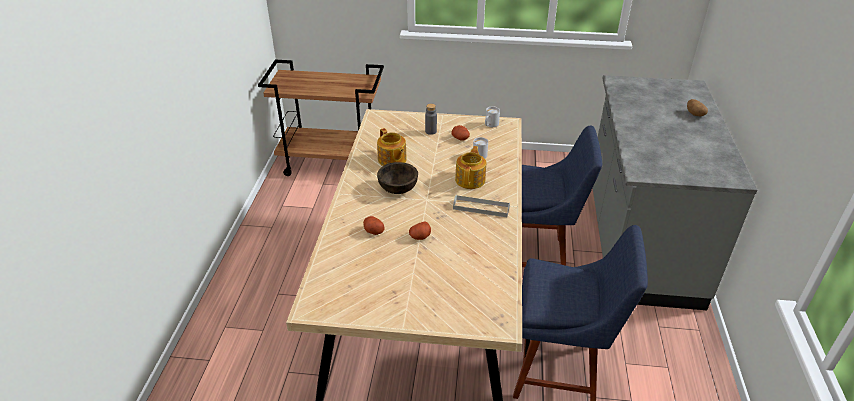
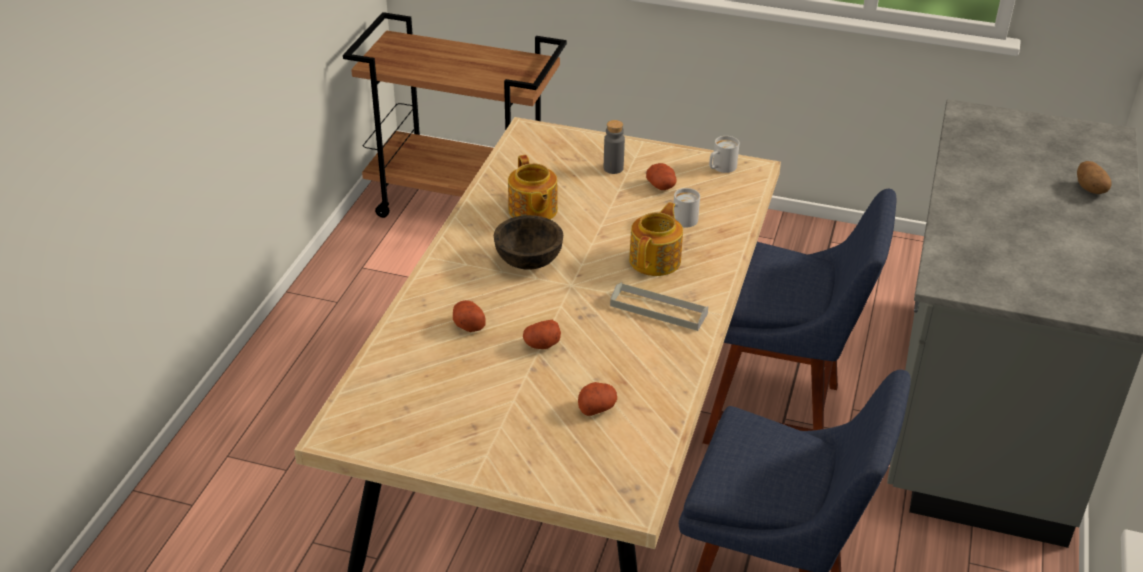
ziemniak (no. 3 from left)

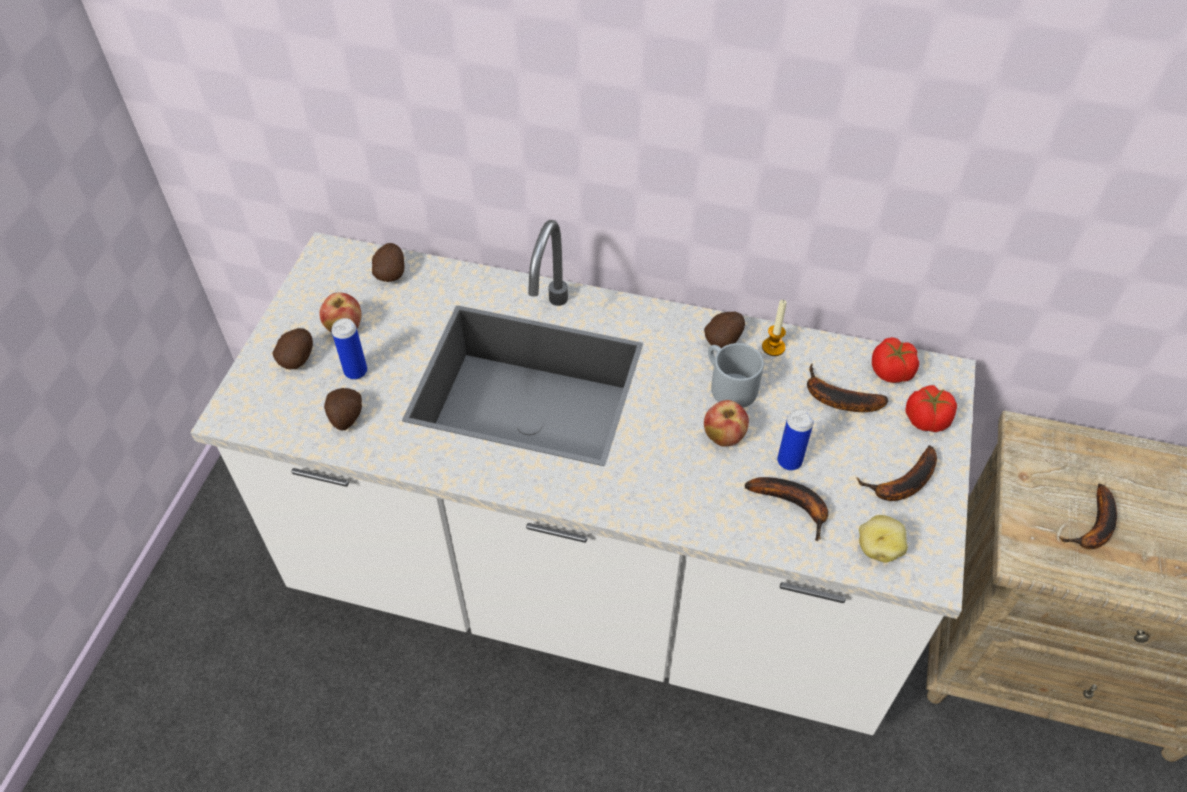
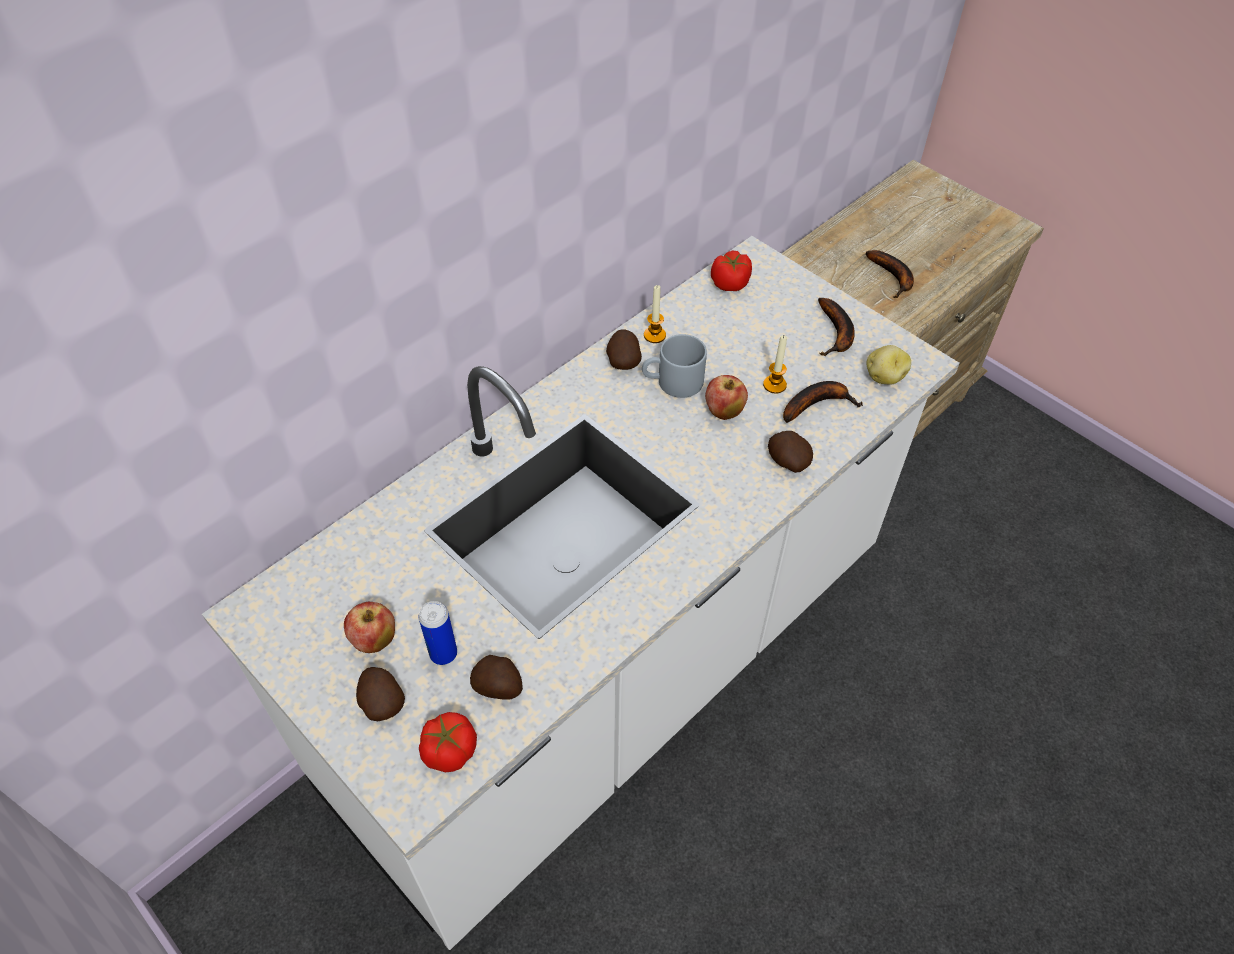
pomidor (no. 1 from left)
świeca (no. 2 from left)
ziemniak (no. 4 from left)
banan (no. 2 from left in the first image)

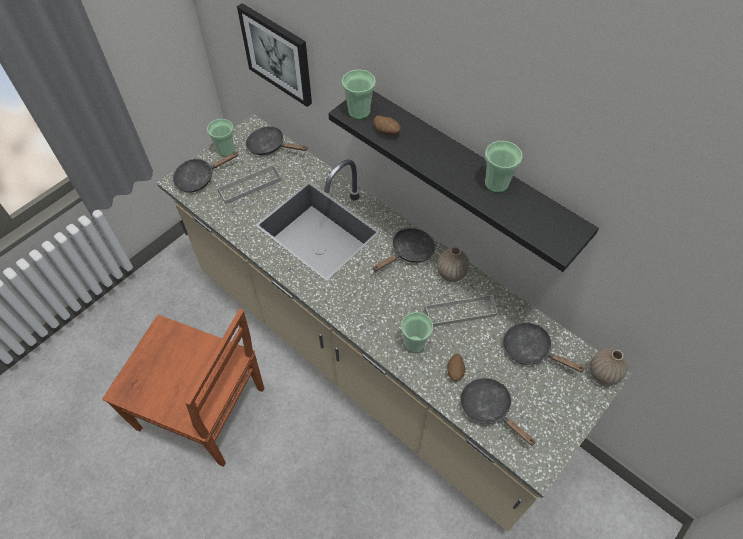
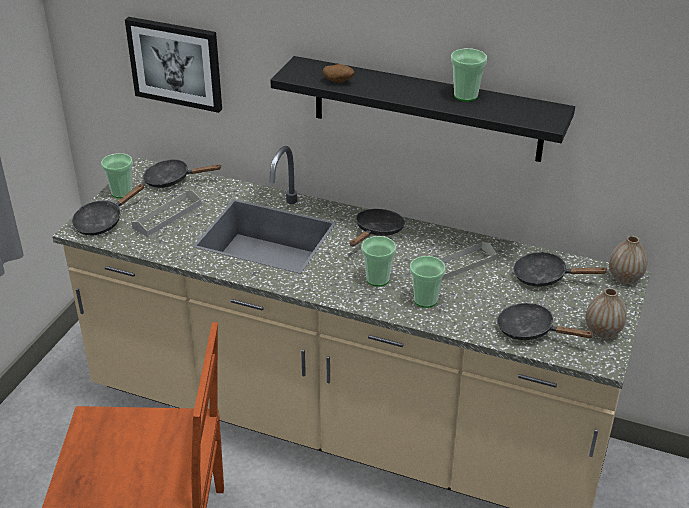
filiżanka (no. 2 from left)
wazon (no. 1 from left)
ziemniak (no. 2 from left in the first image)

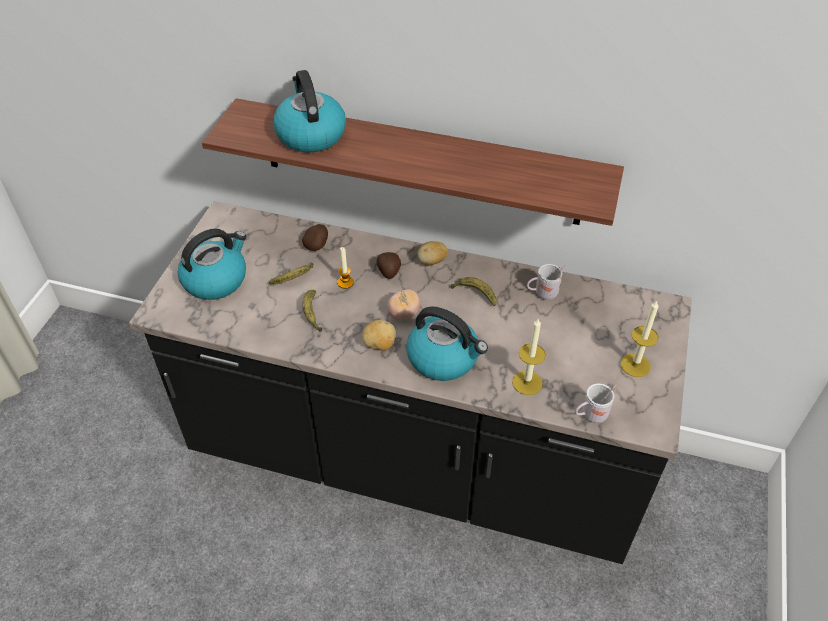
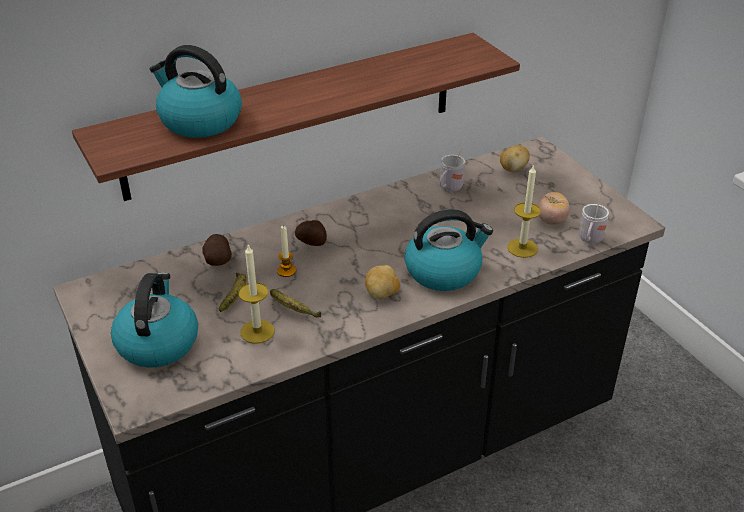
świeca (no. 1 from left)
ziemniak (no. 4 from left)
pomidor
banan (no. 3 from left in the first image)

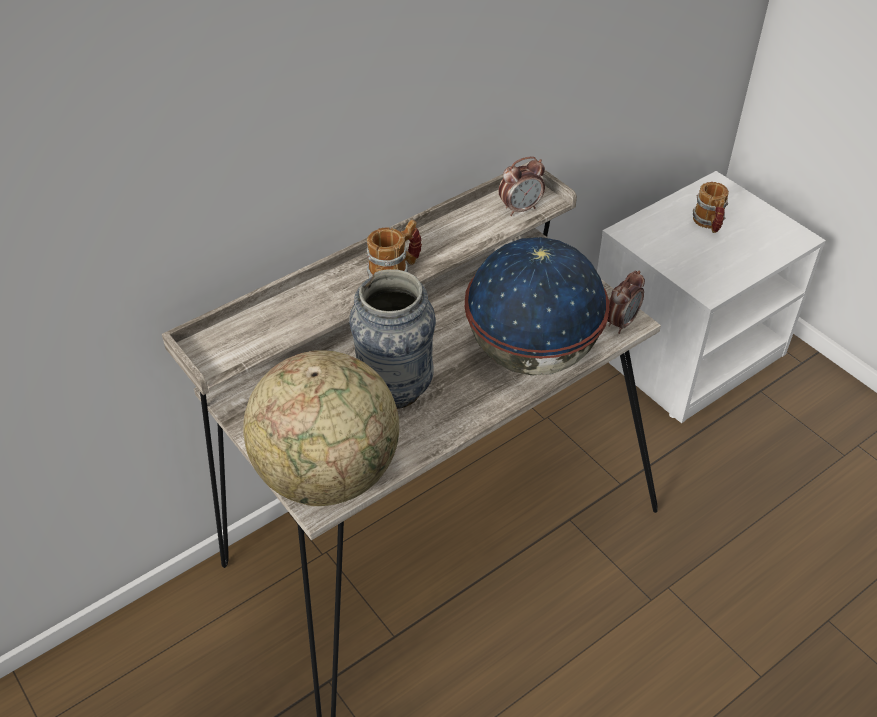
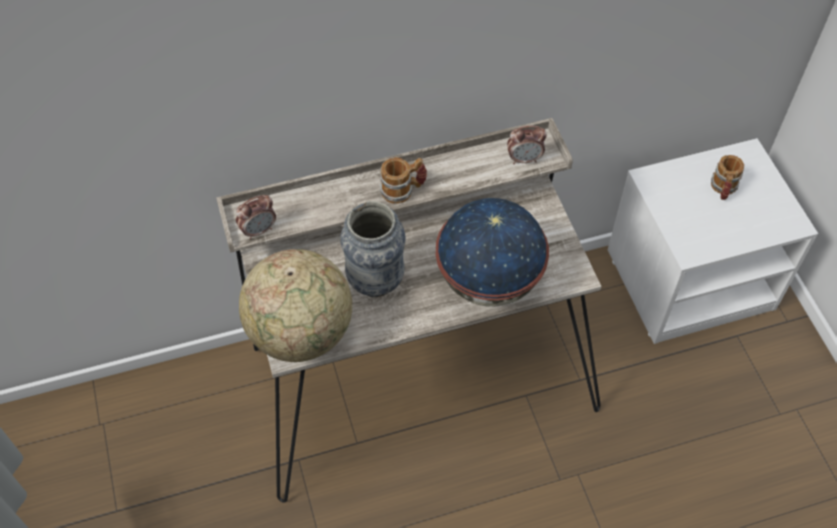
budzik (no. 1 from left)

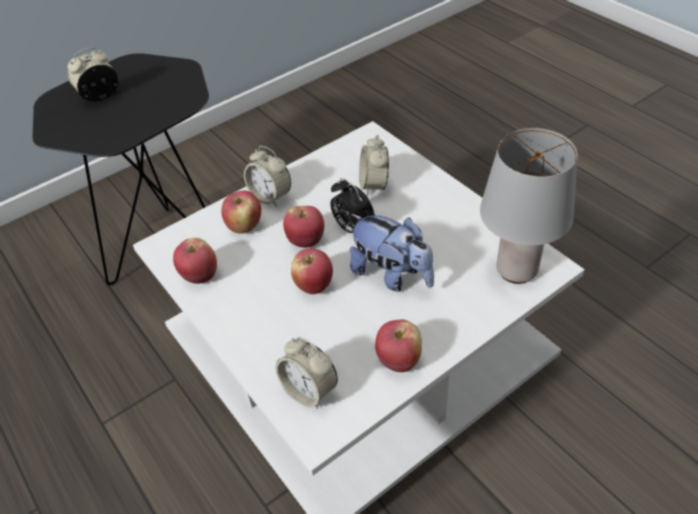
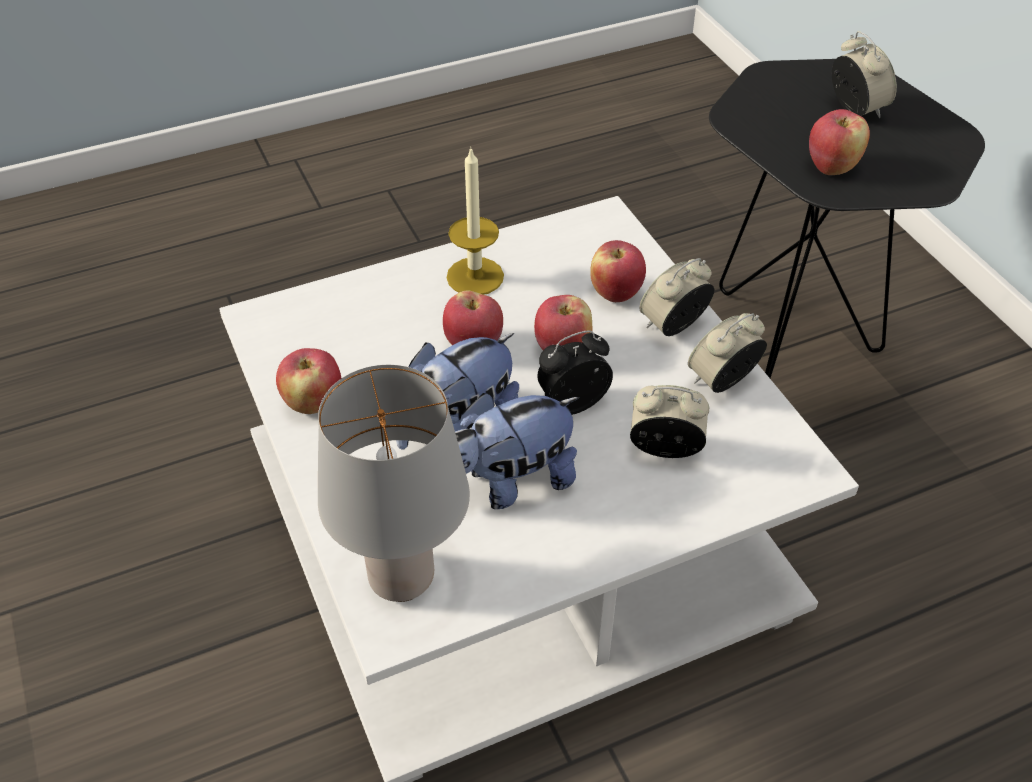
świeca
pluszak (no. 2 from left)
budzik (no. 4 from left)
jabłko (no. 5 from left)

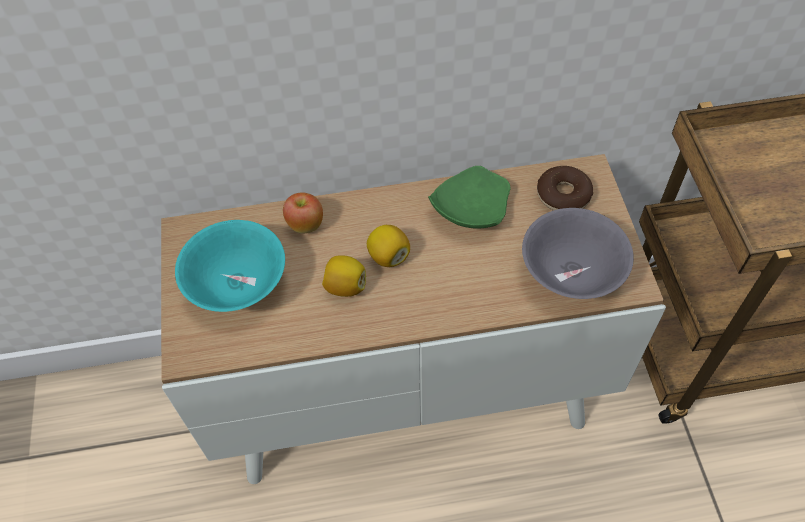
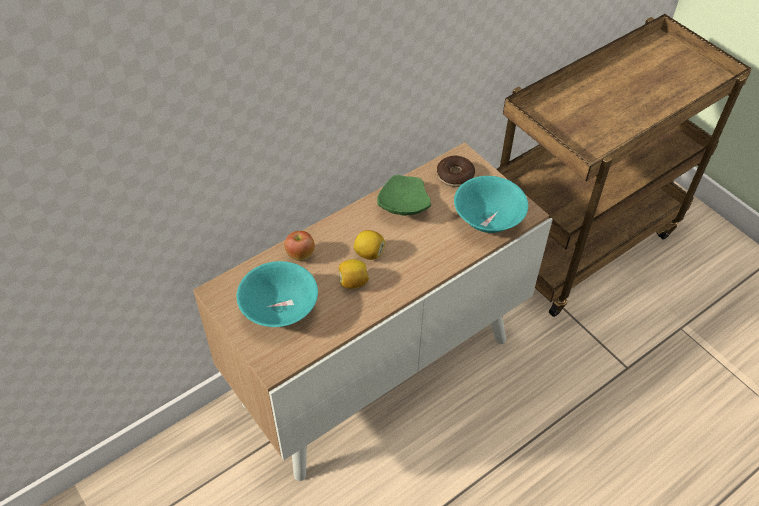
miska/turkusowy (no. 2 from left)

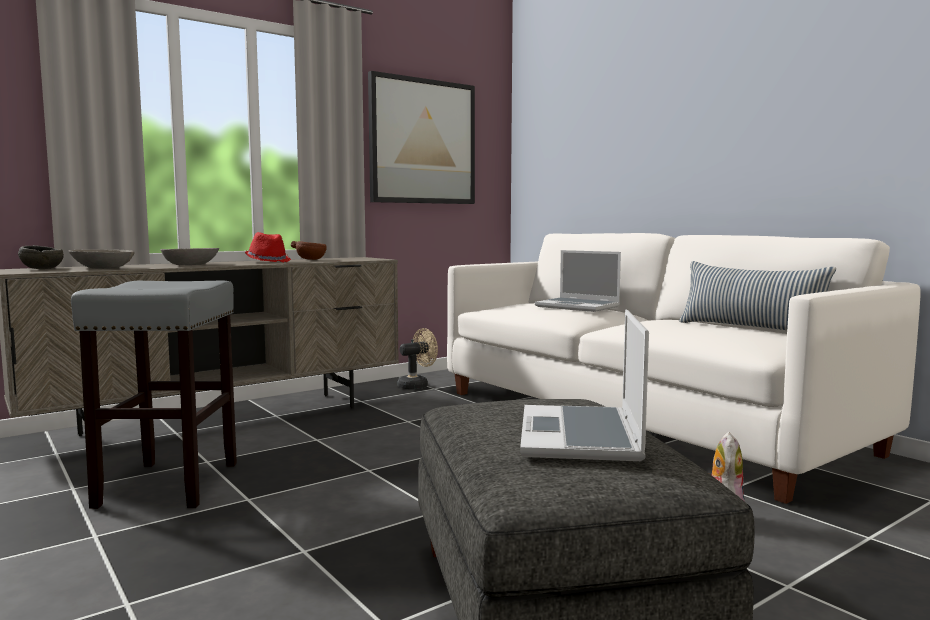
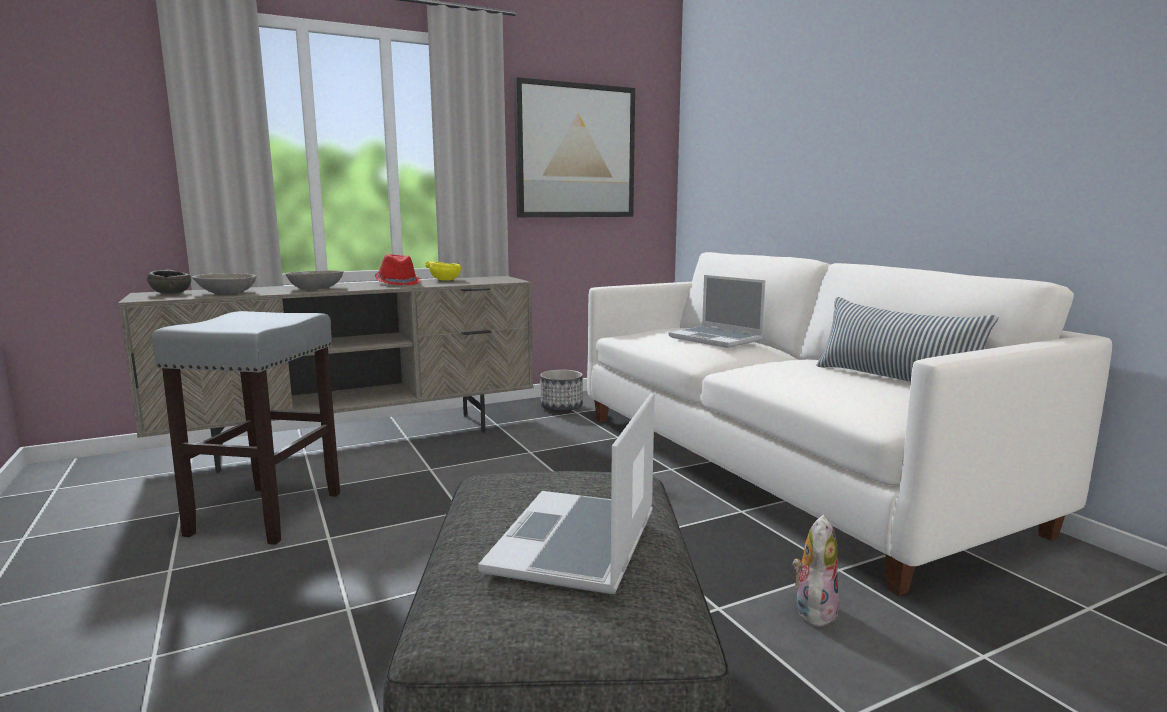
miska/żółty
donica

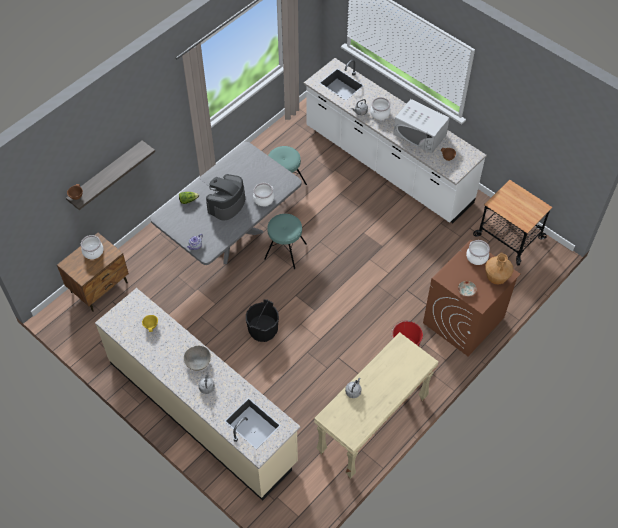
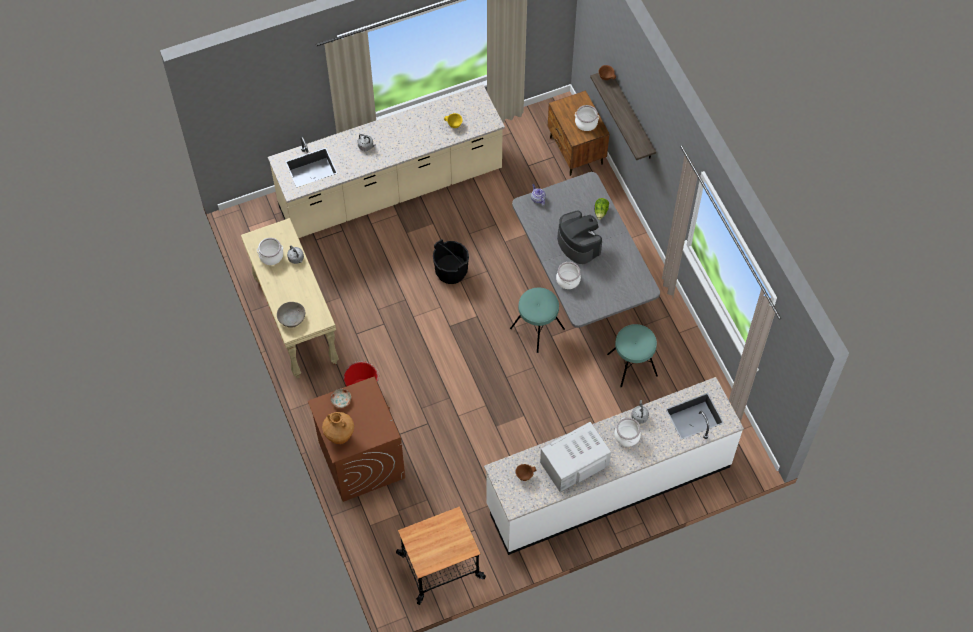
garnek (no. 1 from left)
miska/szary

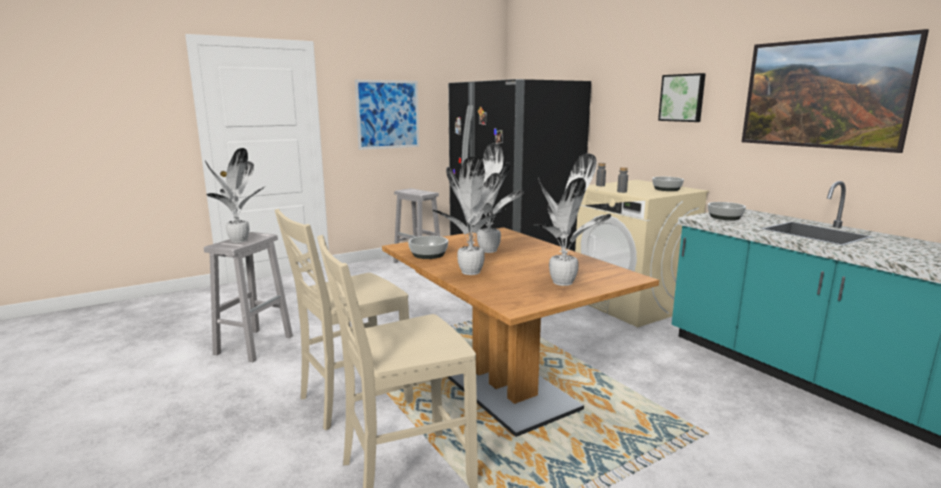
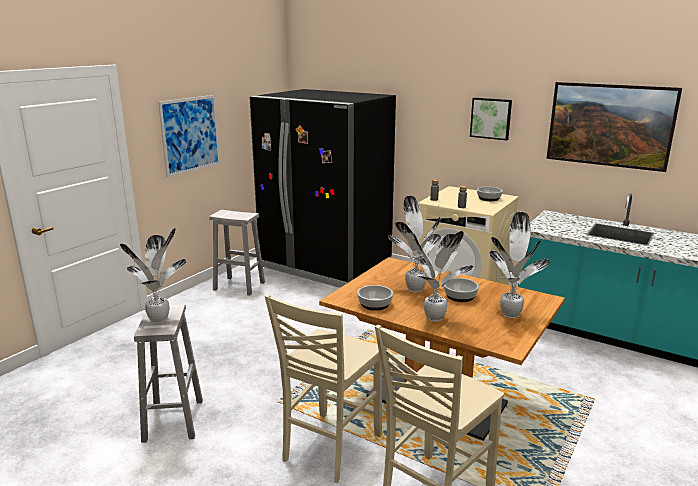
miska (no. 2 from left)

